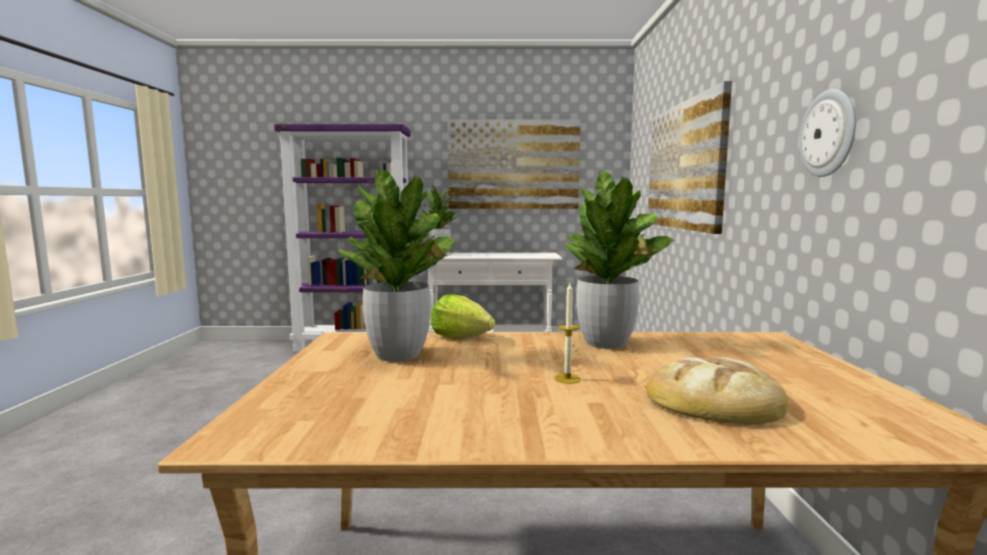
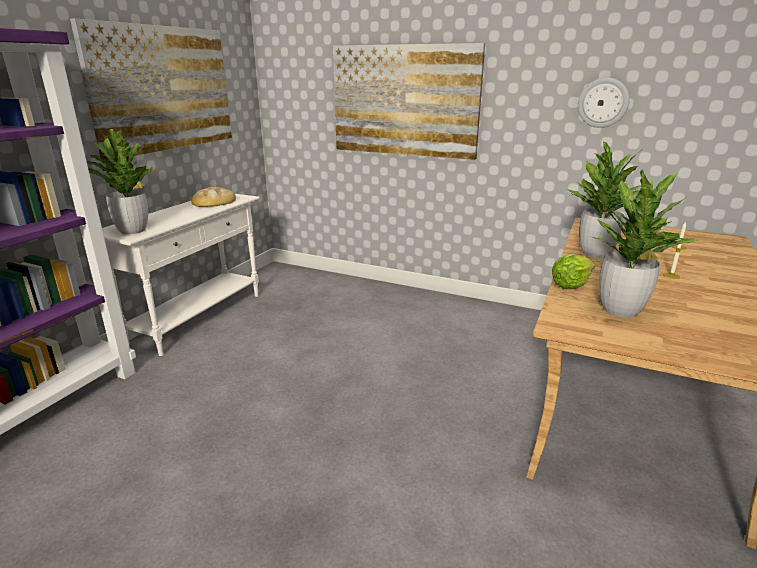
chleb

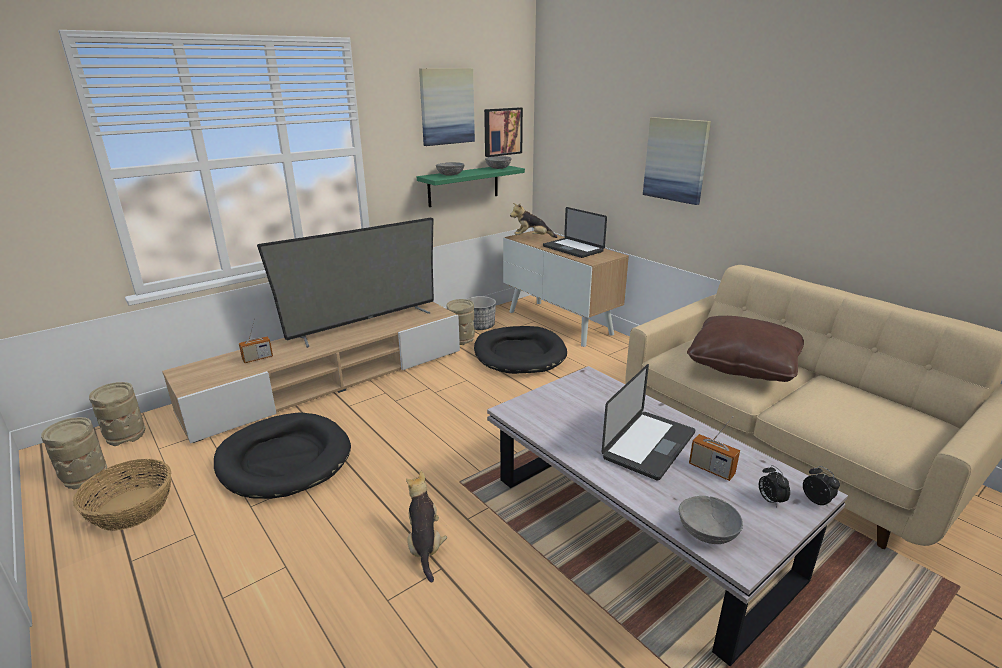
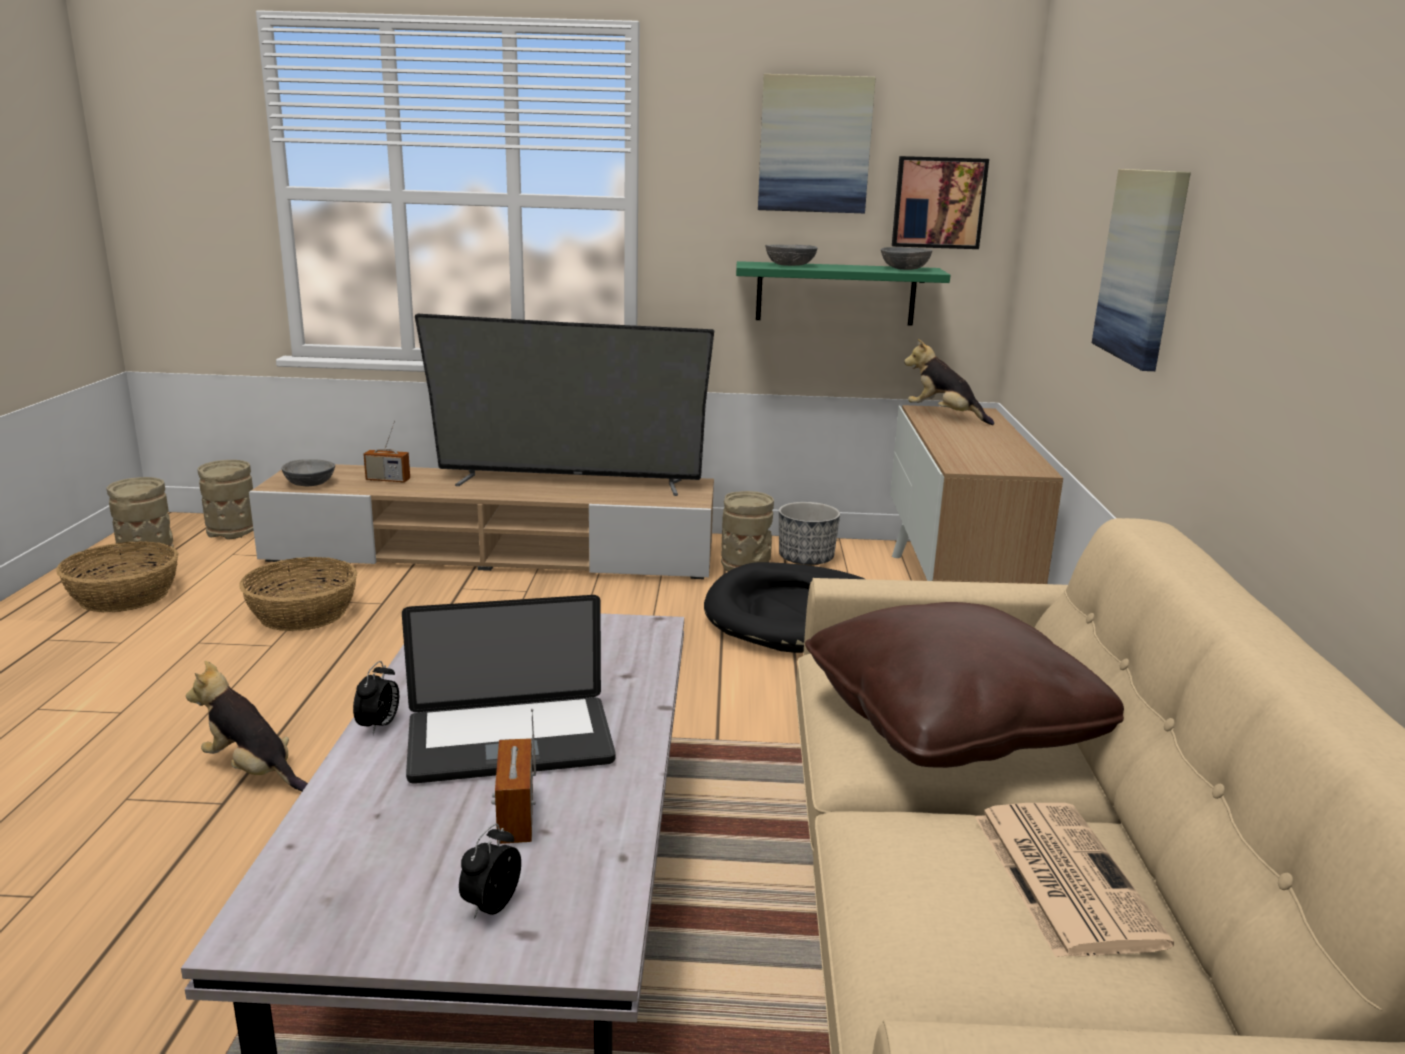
pluszak (no. 1 from left)
koszyk (no. 2 from left)
miska/szary (no. 1 from left)
budzik (no. 1 from left)
gazeta
laptop (no. 1 from left in the first image)

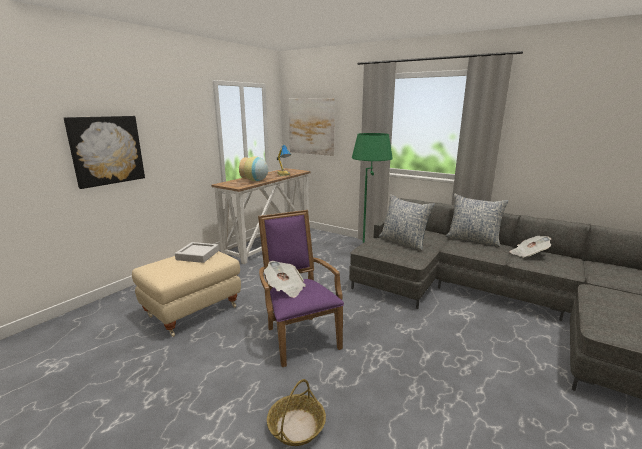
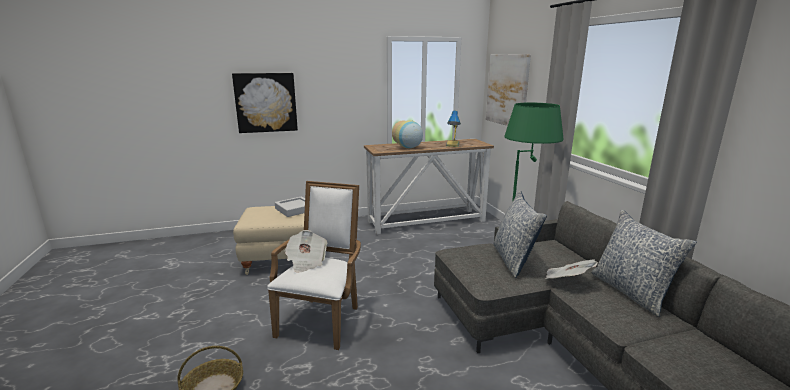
fotel/biały
gazeta (no. 2 from left)

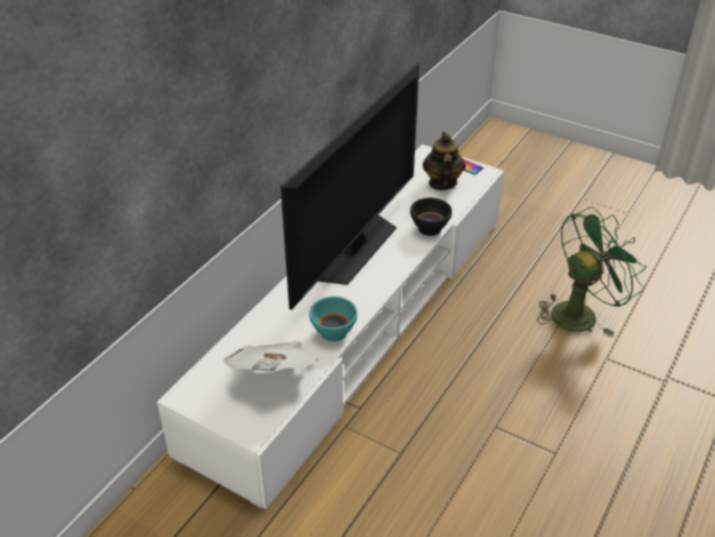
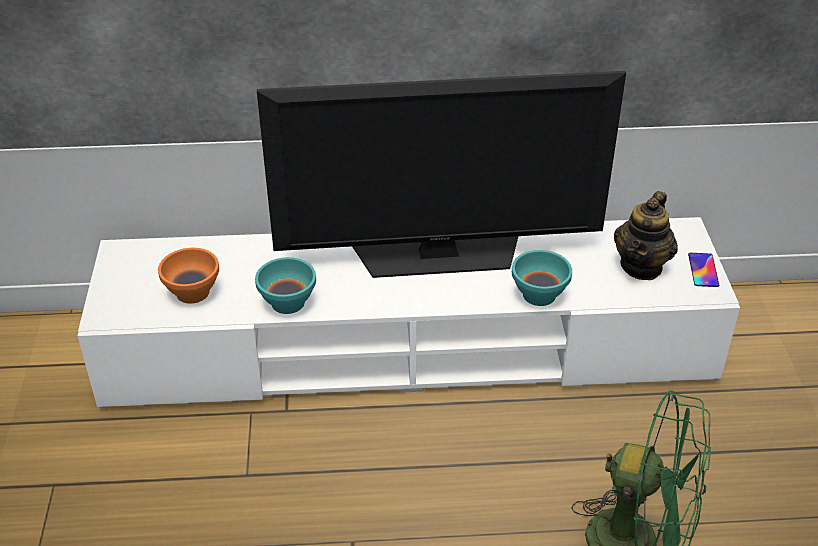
miska/pomarańczowy
miska/turkusowy (no. 2 from left)
imbryk

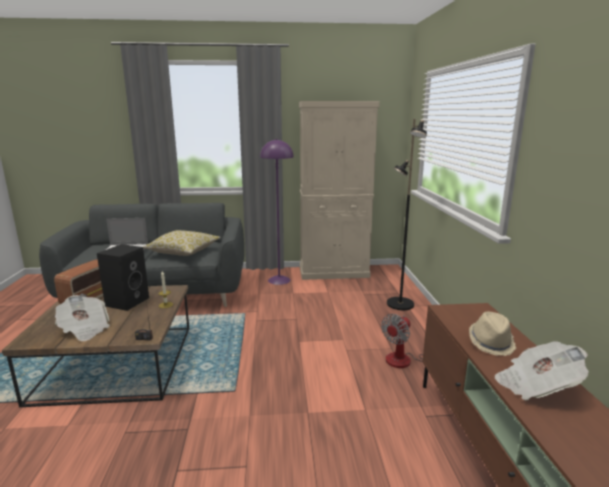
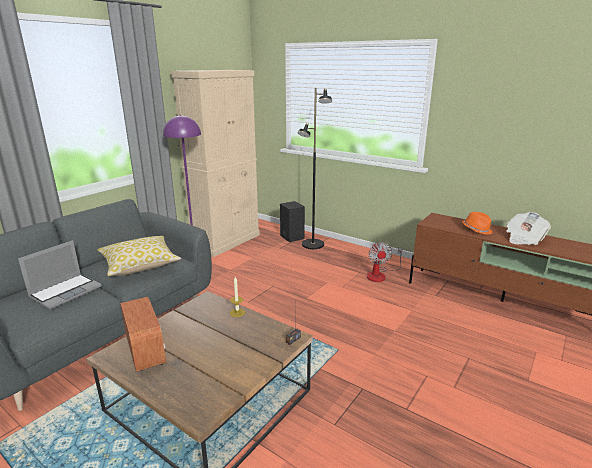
głośnik/czarny
kapelusz/pomarańczowy
gazeta (no. 1 from left in the first image)

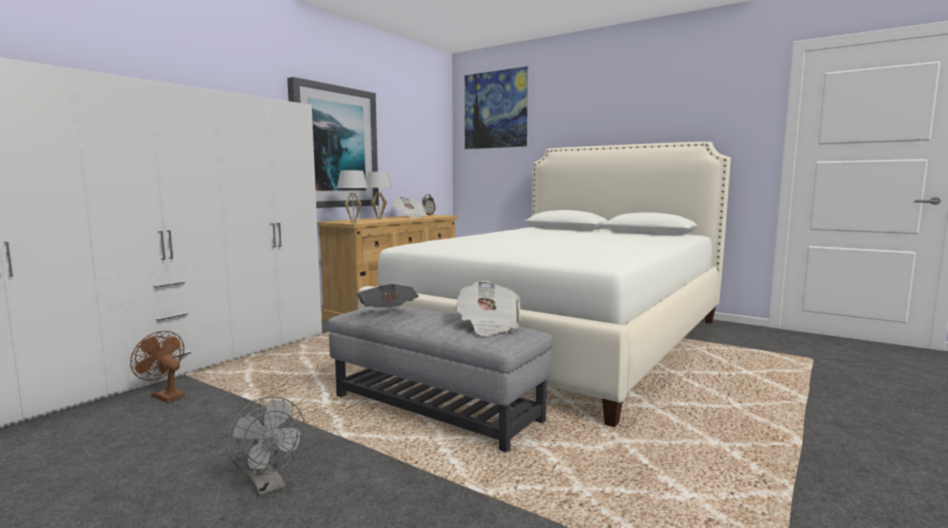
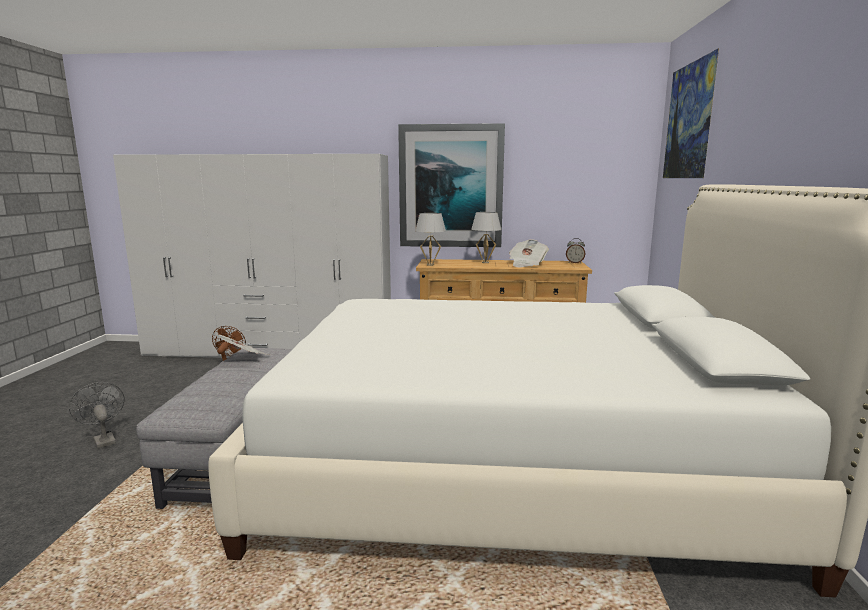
wentylator/szary
gazeta (no. 3 from left in the first image)

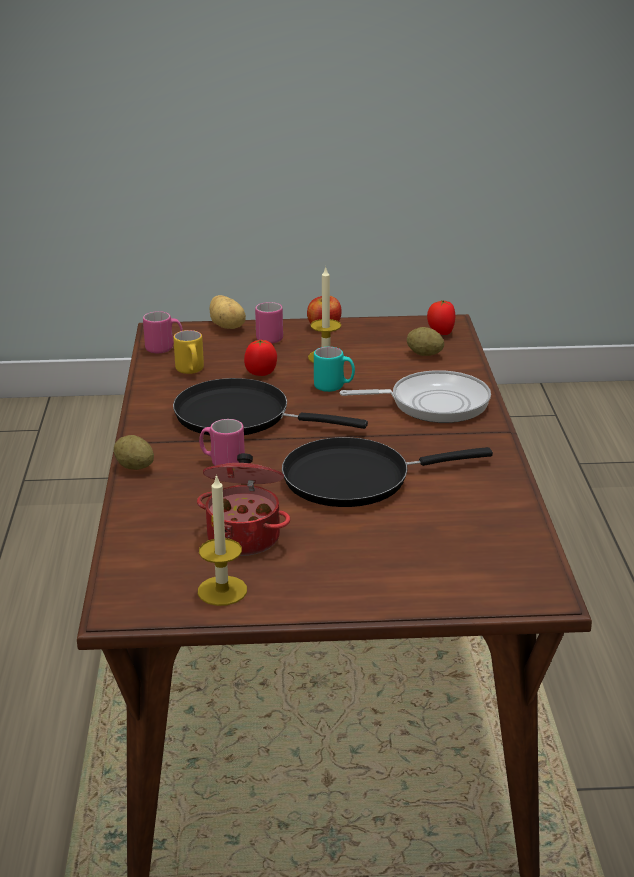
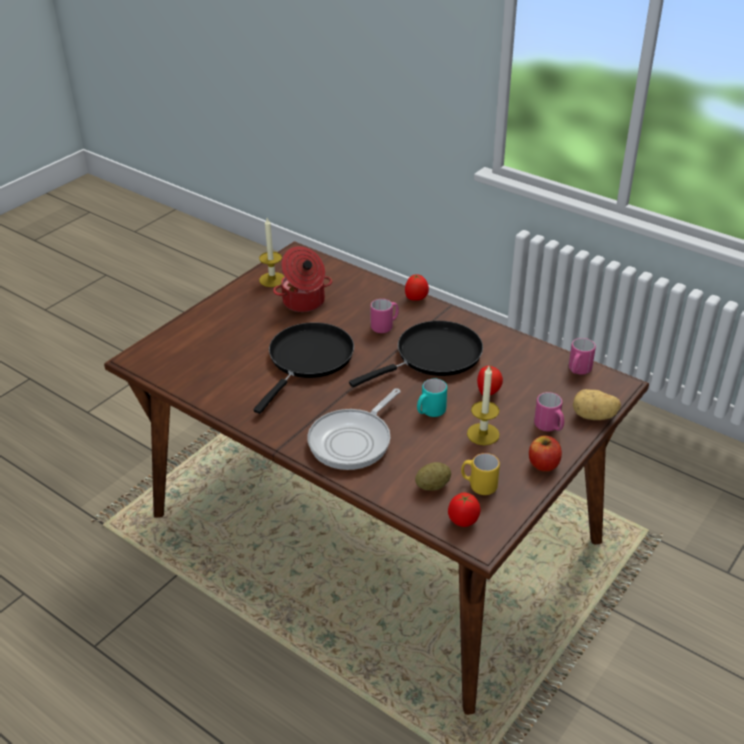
pomidor (no. 1 from left)
kubek/żółty

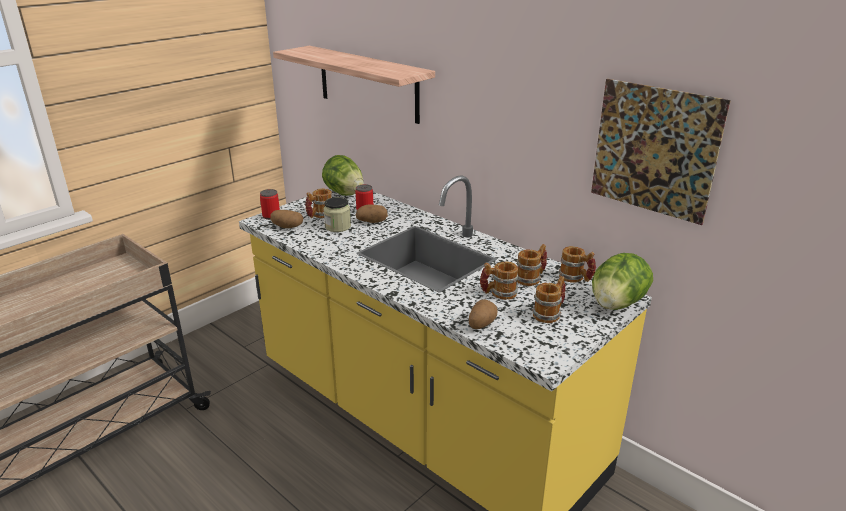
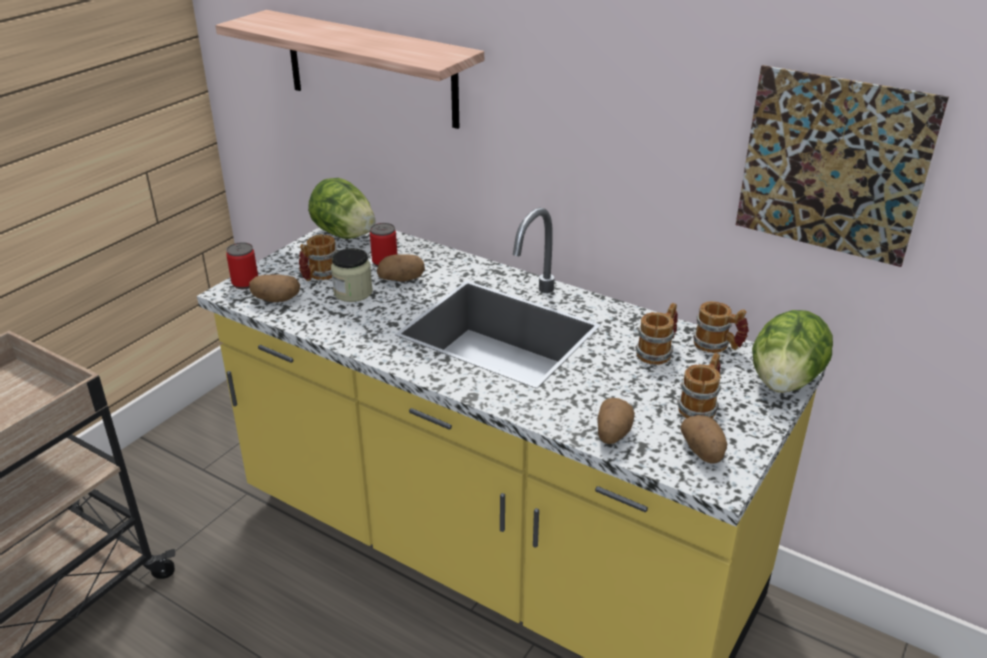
ziemniak (no. 4 from left)
kubek (no. 2 from left in the first image)

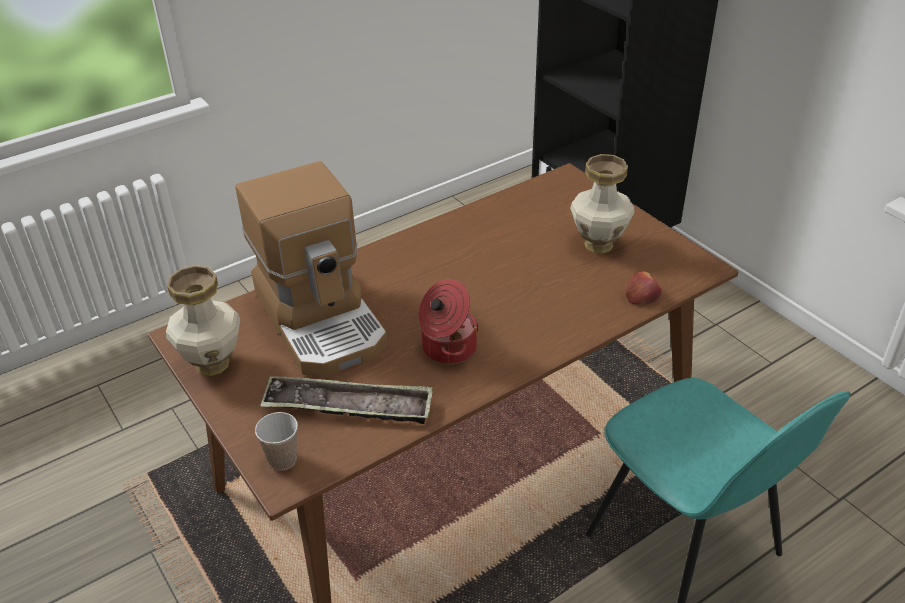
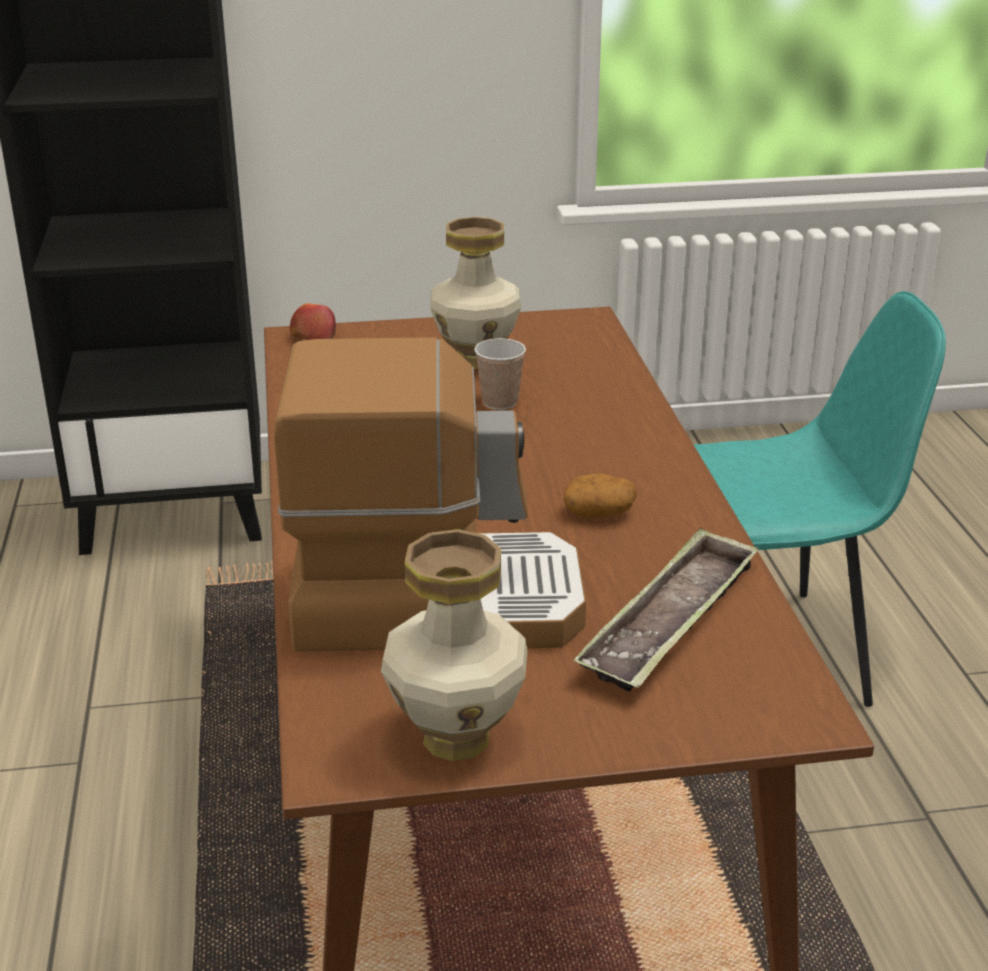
jabłko
filiżanka
ziemniak

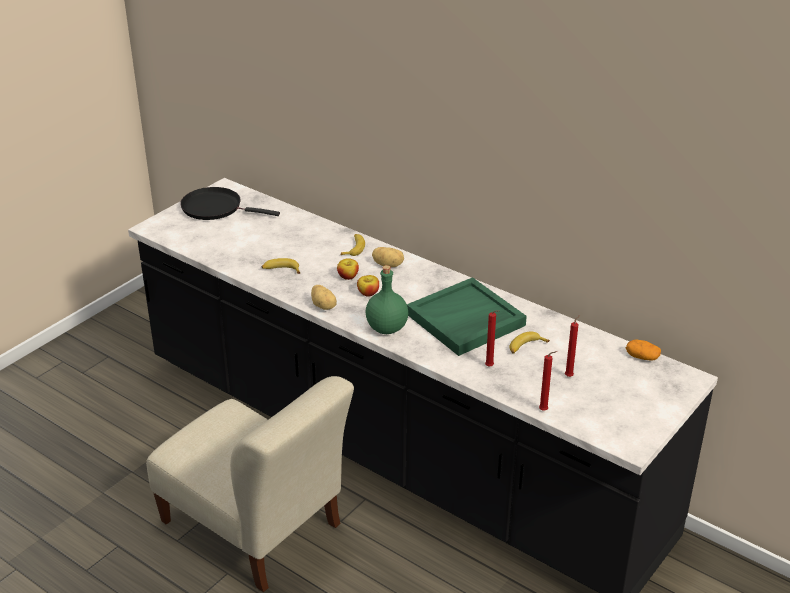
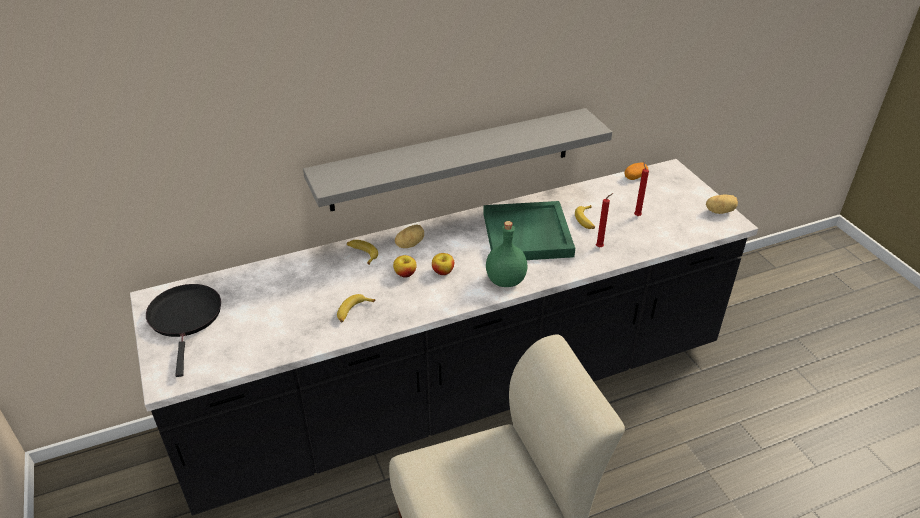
patelnia/czarny
półka/szary
ziemniak (no. 3 from left)
świeca/czerwony (no. 2 from left in the first image)

